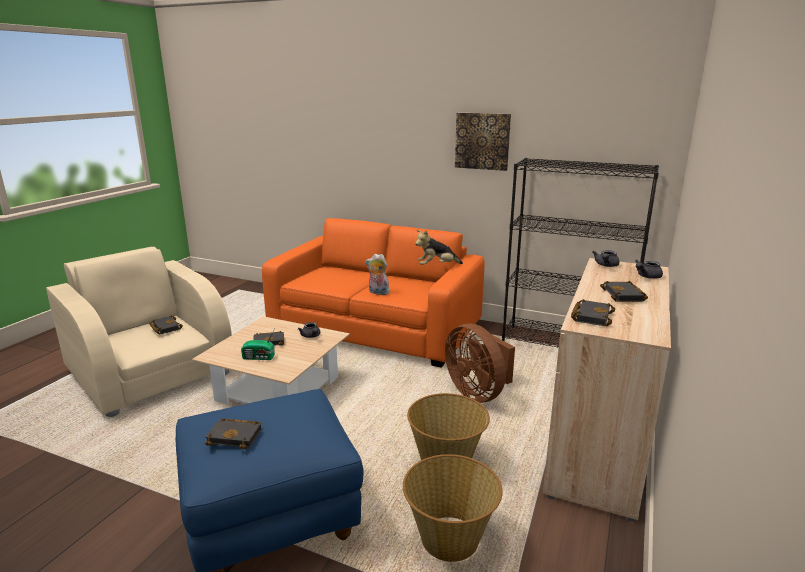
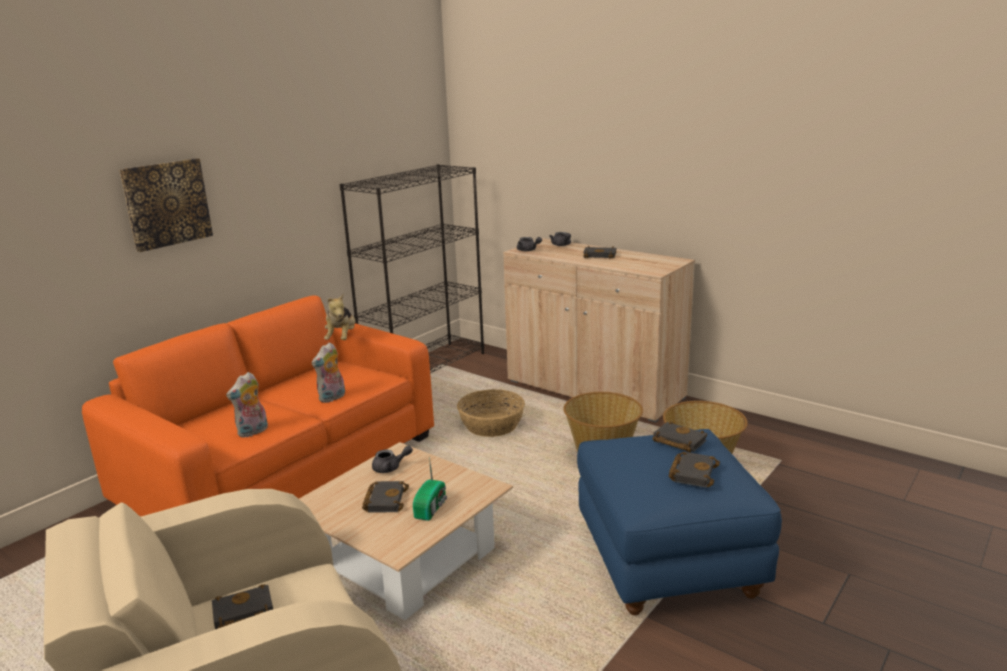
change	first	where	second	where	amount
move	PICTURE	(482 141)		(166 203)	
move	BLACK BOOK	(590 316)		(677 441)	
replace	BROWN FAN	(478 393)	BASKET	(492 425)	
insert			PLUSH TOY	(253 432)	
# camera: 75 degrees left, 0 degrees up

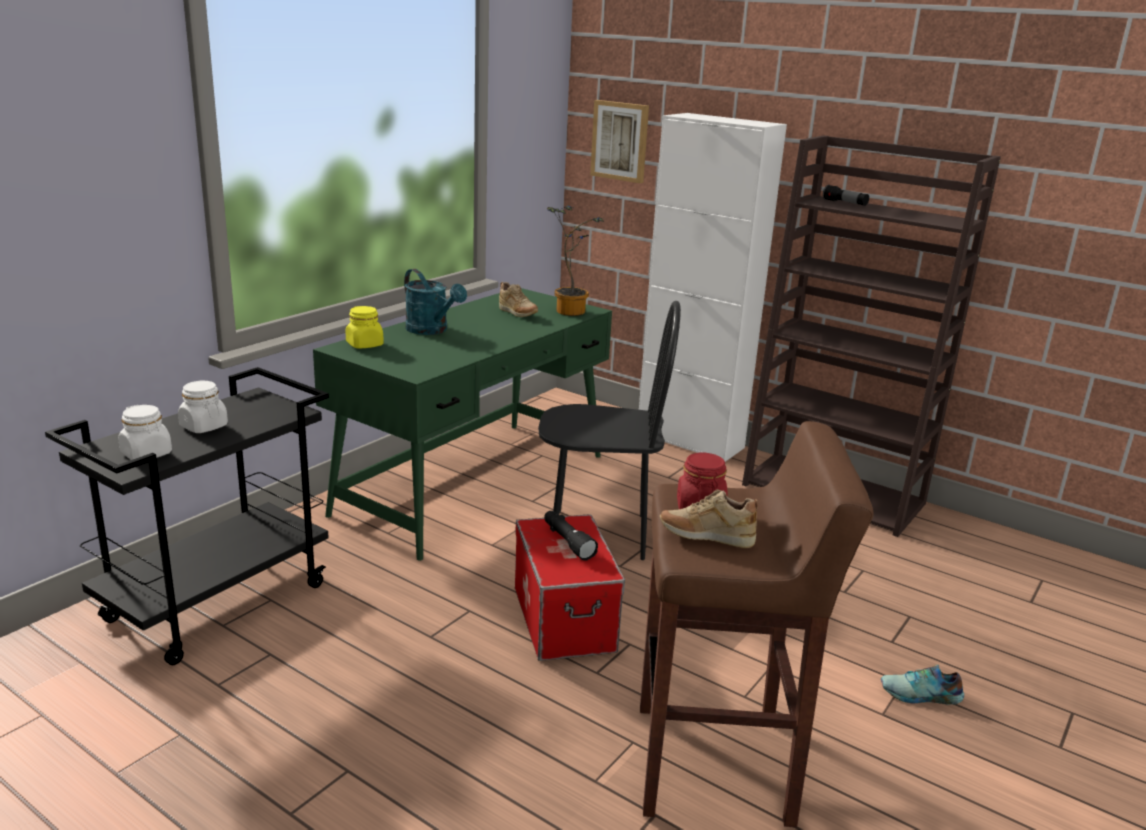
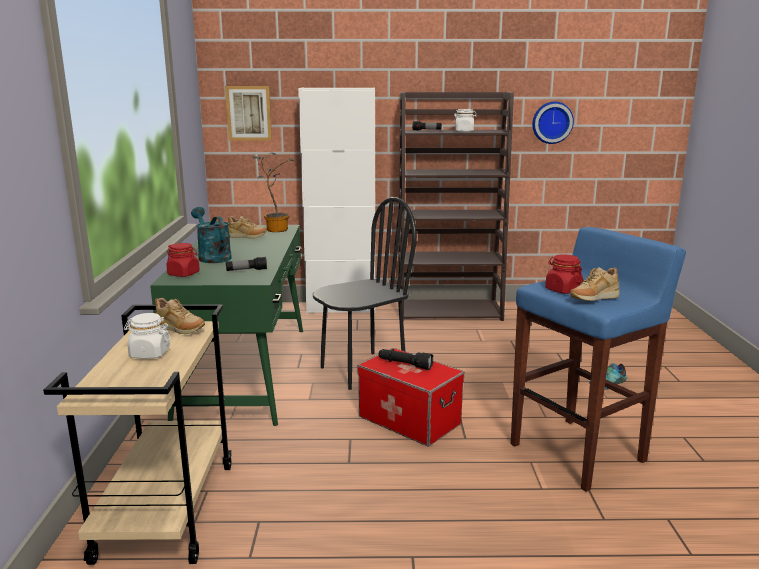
change	first	where	second	where	amount
rotate	TURQUOISE WATERING CAN	(431 330)		(212 257)	135 degrees counterclockwise
recolor	YELLOW JAR	(365 345)	RED JAR	(184 274)	
recolor	BLACK CART	(218 601)	BEIGE CART	(166 509)	
move	WHITE JAR	(147 454)		(464 131)	
recolor	BROWN STOOL	(716 764)	BLUE STOOL	(579 452)	
insert			WALL CLOCK	(551 122)	
insert			FLASHLIGHT	(246 270)	
insert			BEIGE SHOE	(180 330)	
# camera: 35 degrees left, 5 degrees down

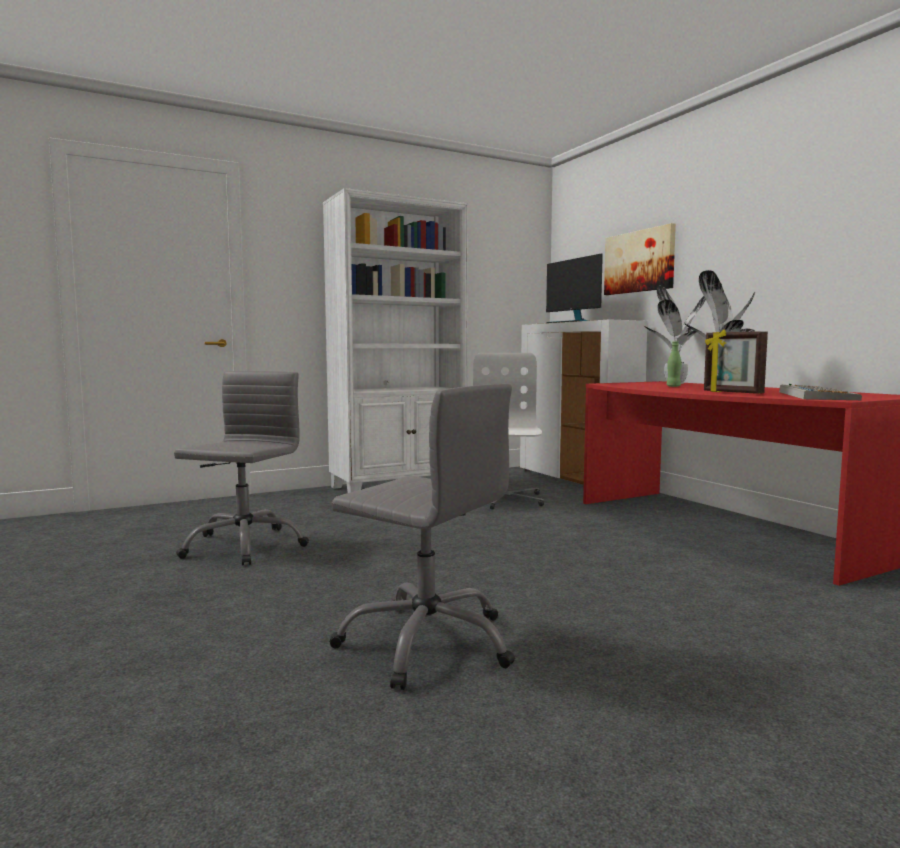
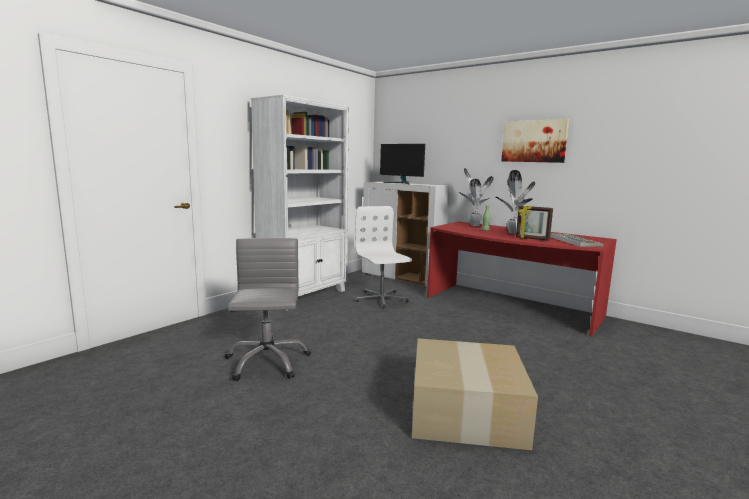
change	first	where	second	where	amount
move	PICTURE	(639 261)		(534 141)	
replace	GREY OFFICE CHAIR	(427 642)	CARDBOARD BOX	(468 412)	
# camera: 25 degrees left, 5 degrees up

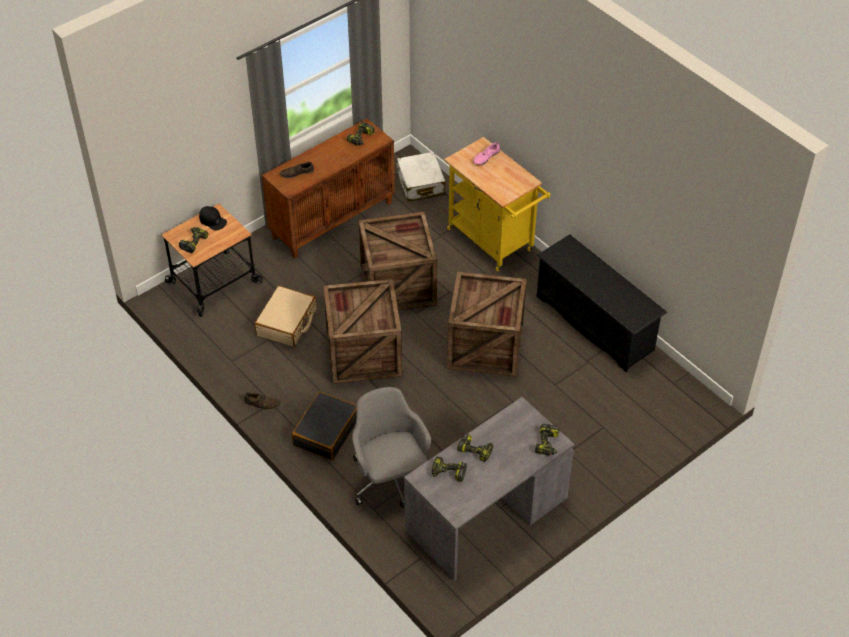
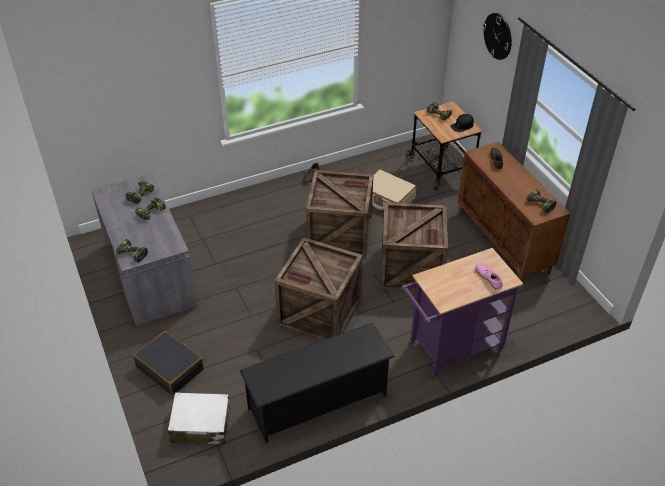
change	first	where	second	where	amount
recolor	YELLOW CART	(494 242)	PURPLE CART	(451 348)	
move	WHITE SUITCASE	(420 184)		(200 424)	
delete	GREY OFFICE CHAIR	(390 479)			
move	BLACK SUITCASE	(325 432)		(170 368)	
insert			WALL CLOCK	(498 36)	
# camera: 105 degrees right, 5 degrees down

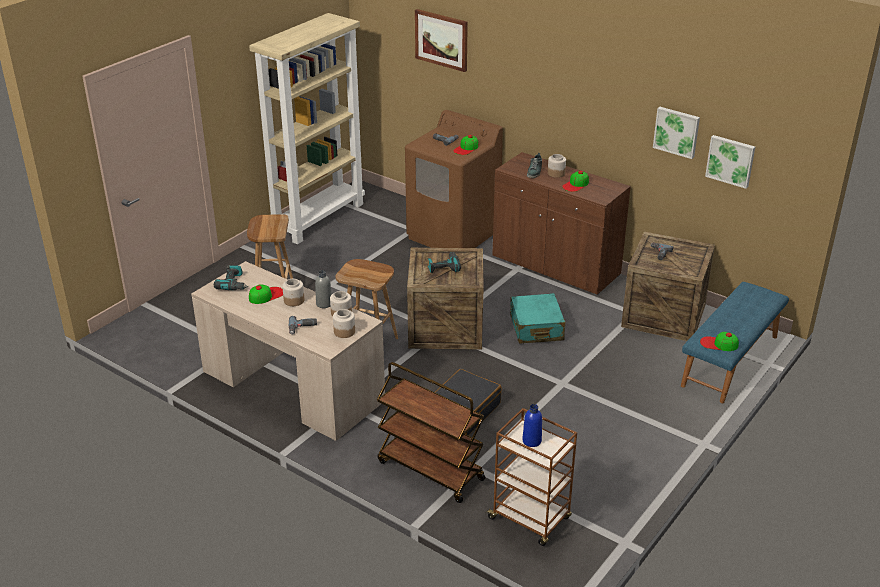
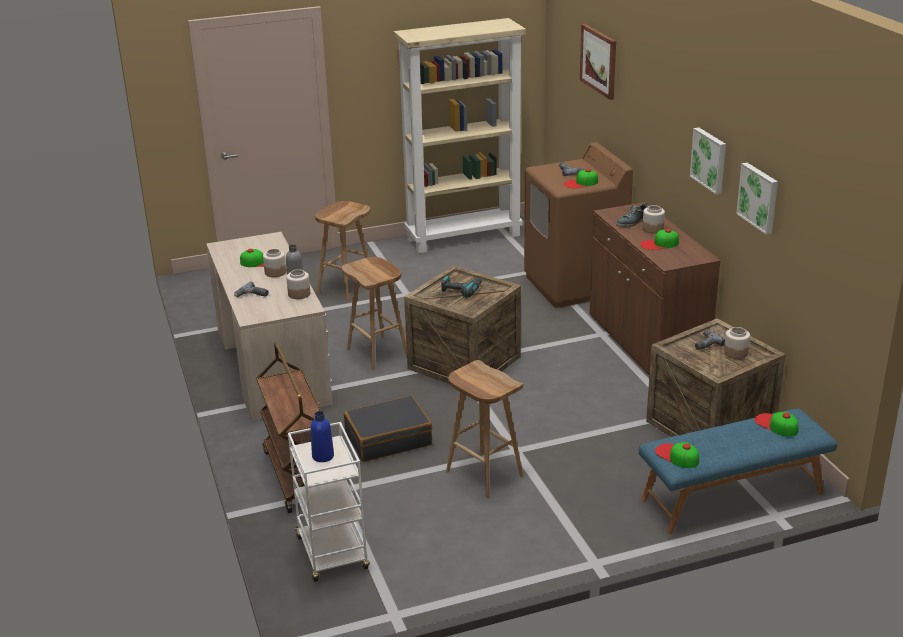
change	first	where	second	where	amount
move	PICTURE	(730 160)		(710 160)	
delete	POWER DRILL	(234 284)			
delete	TURQUOISE SUITCASE	(536 328)			
move	JAR	(344 332)		(735 353)	
recolor	BROWN CART	(530 519)	WHITE CART	(332 554)	
insert			BROWN STOOL	(483 474)	
insert			CAP	(776 425)	
# camera: 35 degrees right, 5 degrees down

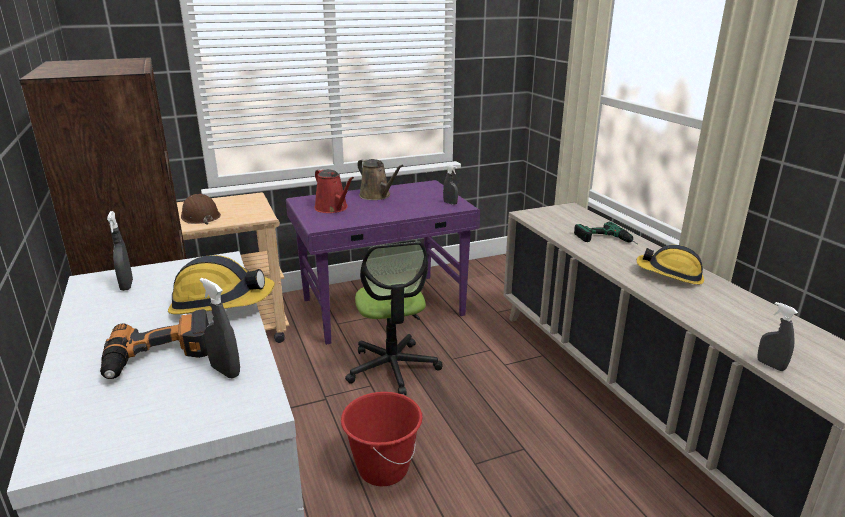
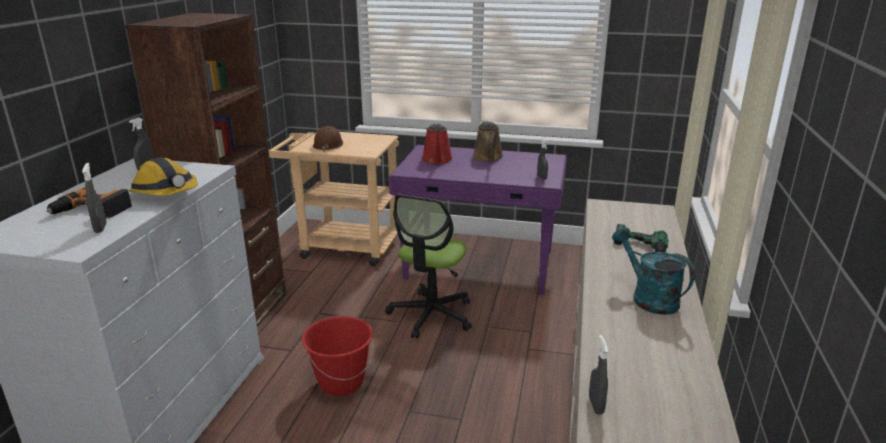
change	first	where	second	where	amount
replace	HARD HAT	(670 275)	TURQUOISE WATERING CAN	(648 298)	
# camera: 35 degrees right, 0 degrees up

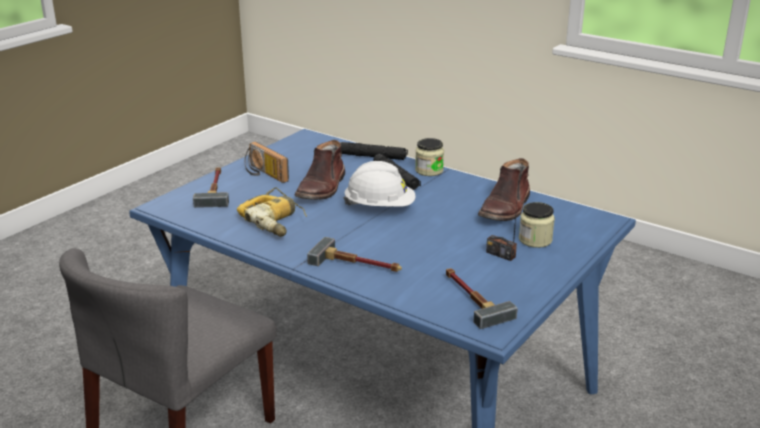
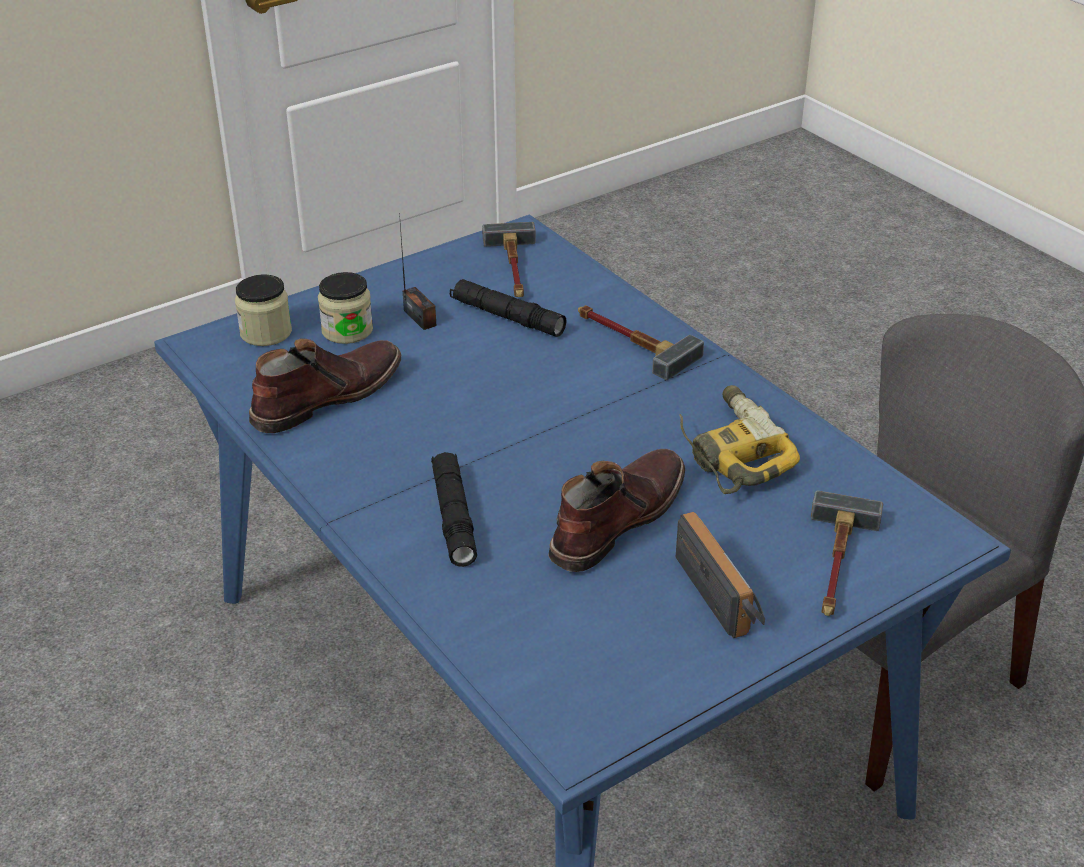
change	first	where	second	where	amount
move	JAR	(429 170)		(266 333)	
move	BLACK FLASHLIGHT	(373 157)		(507 317)	
delete	WHITE HARD HAT	(380 207)			
# camera: 160 degrees left, 10 degrees up

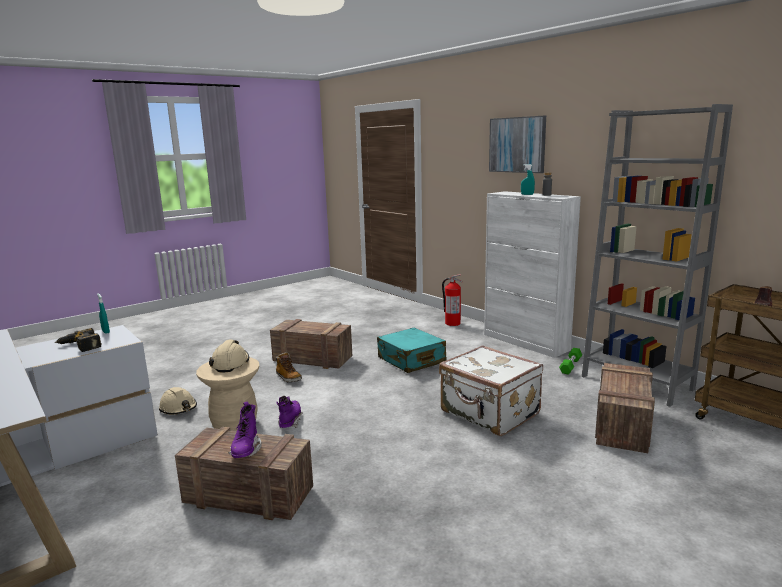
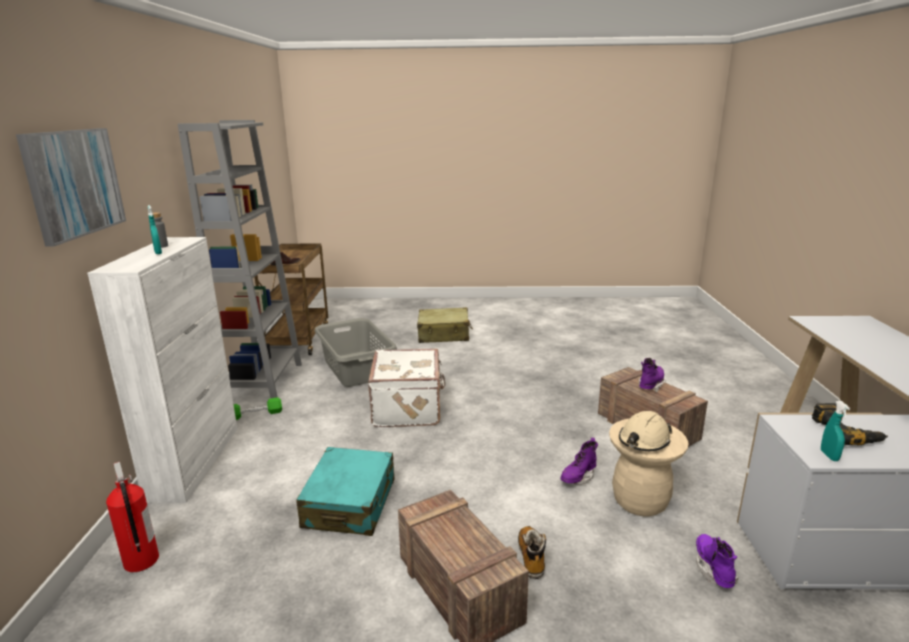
change	first	where	second	where	amount
replace	CRATE	(622 426)	GREY LAUNDRY BASKET	(356 368)	
replace	BEIGE HARD HAT	(178 408)	PURPLE BOOT	(713 569)	
insert			BEIGE SUITCASE	(444 334)	
# camera: 140 degrees left, 5 degrees up

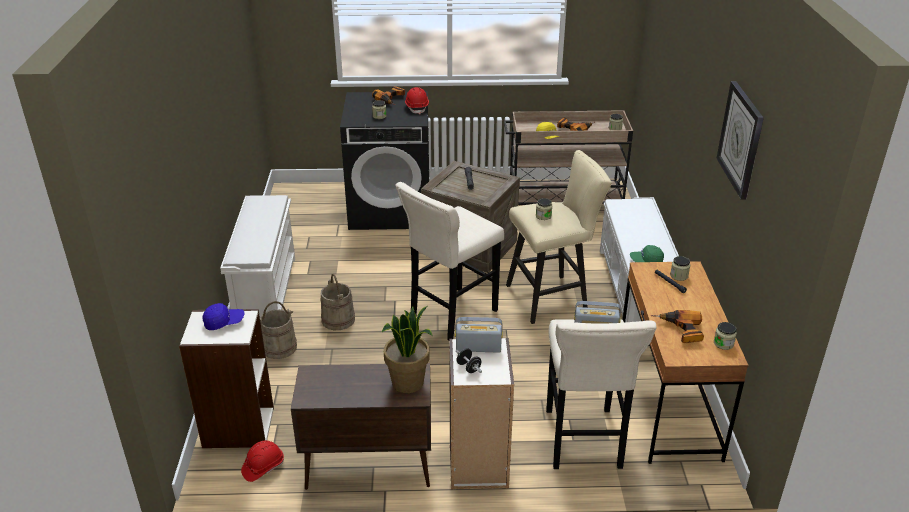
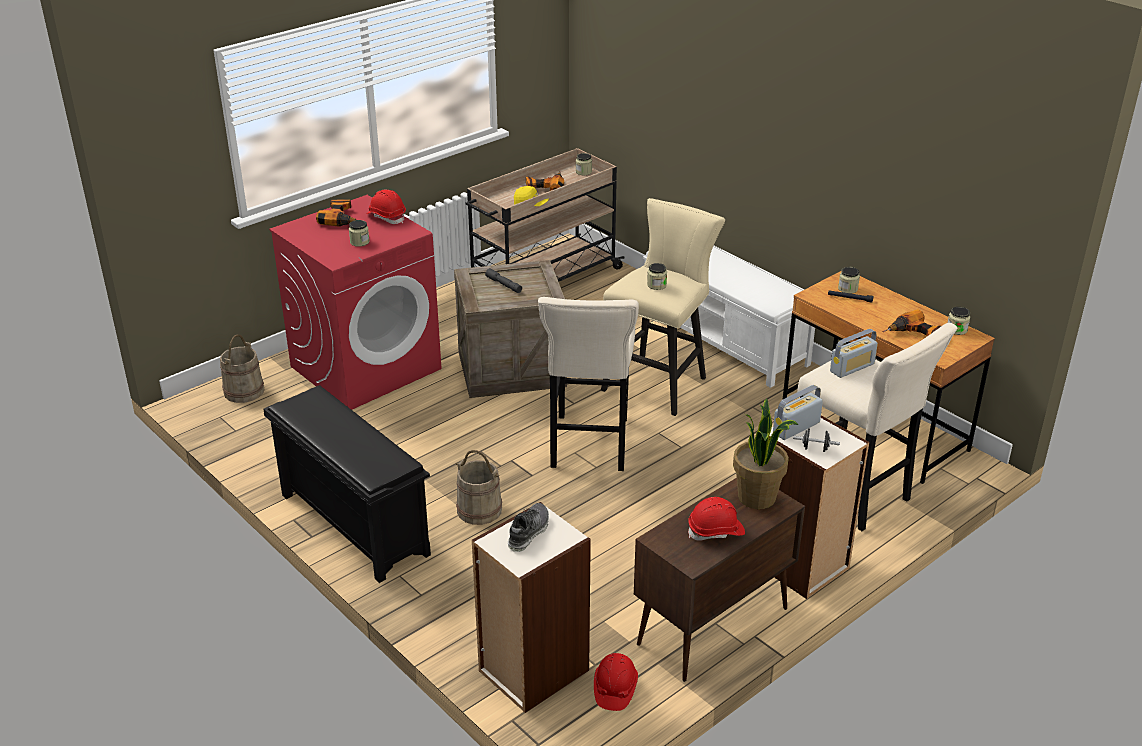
change	first	where	second	where	amount
delete	WALL CLOCK	(741 139)			
recolor	BLACK WASHING MACHINE	(391 209)	RED WASHING MACHINE	(366 367)	
recolor	WHITE SHOE RACK	(266 292)	BLACK SHOE RACK	(352 524)	
delete	GREEN CAP	(646 261)			
move	BEIGE BUCKET	(279 347)		(243 391)	
replace	BLUE CAP	(224 322)	SHOE	(528 532)	
insert			RED HARD HAT	(716 531)	
# camera: 40 degrees left, 0 degrees up

